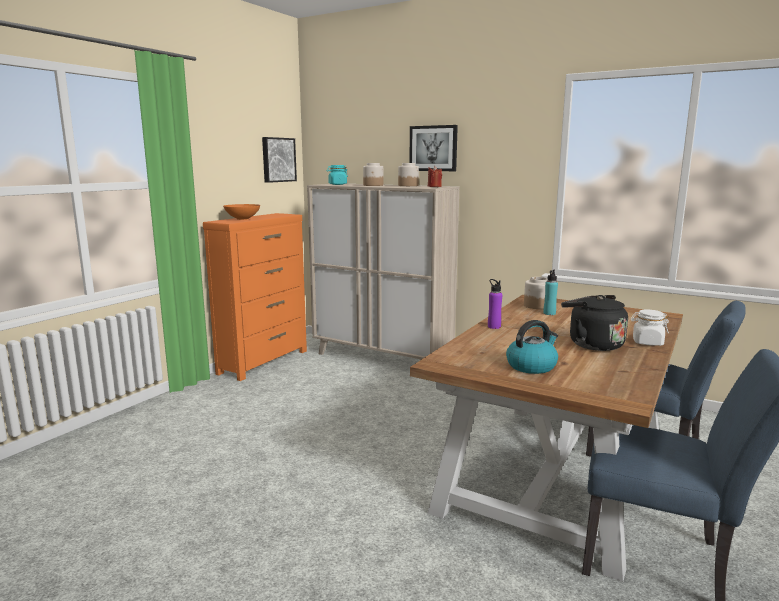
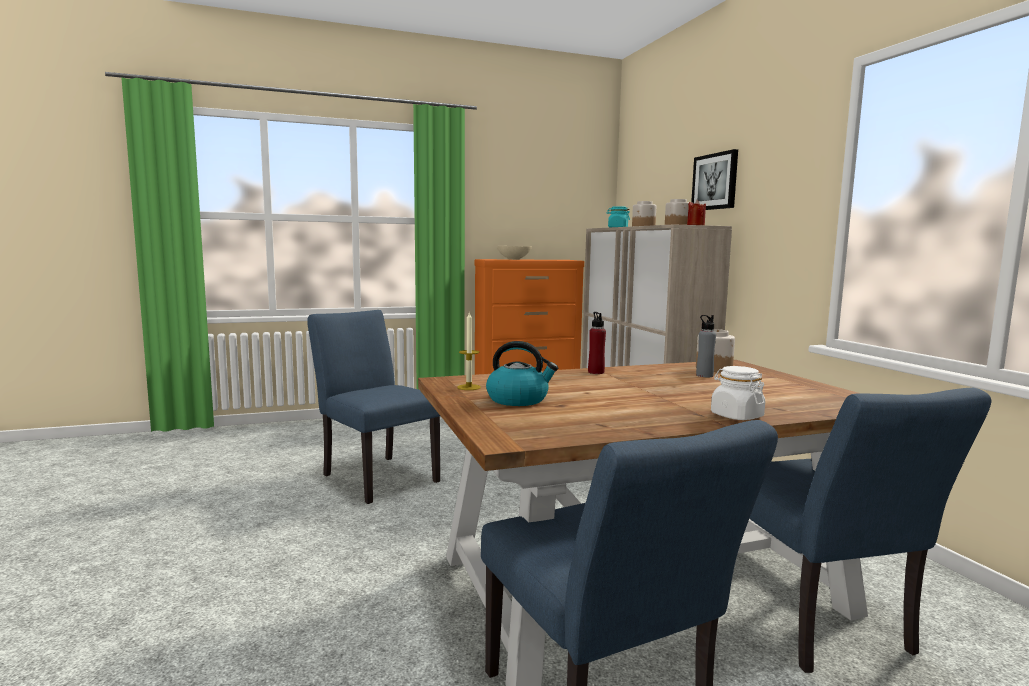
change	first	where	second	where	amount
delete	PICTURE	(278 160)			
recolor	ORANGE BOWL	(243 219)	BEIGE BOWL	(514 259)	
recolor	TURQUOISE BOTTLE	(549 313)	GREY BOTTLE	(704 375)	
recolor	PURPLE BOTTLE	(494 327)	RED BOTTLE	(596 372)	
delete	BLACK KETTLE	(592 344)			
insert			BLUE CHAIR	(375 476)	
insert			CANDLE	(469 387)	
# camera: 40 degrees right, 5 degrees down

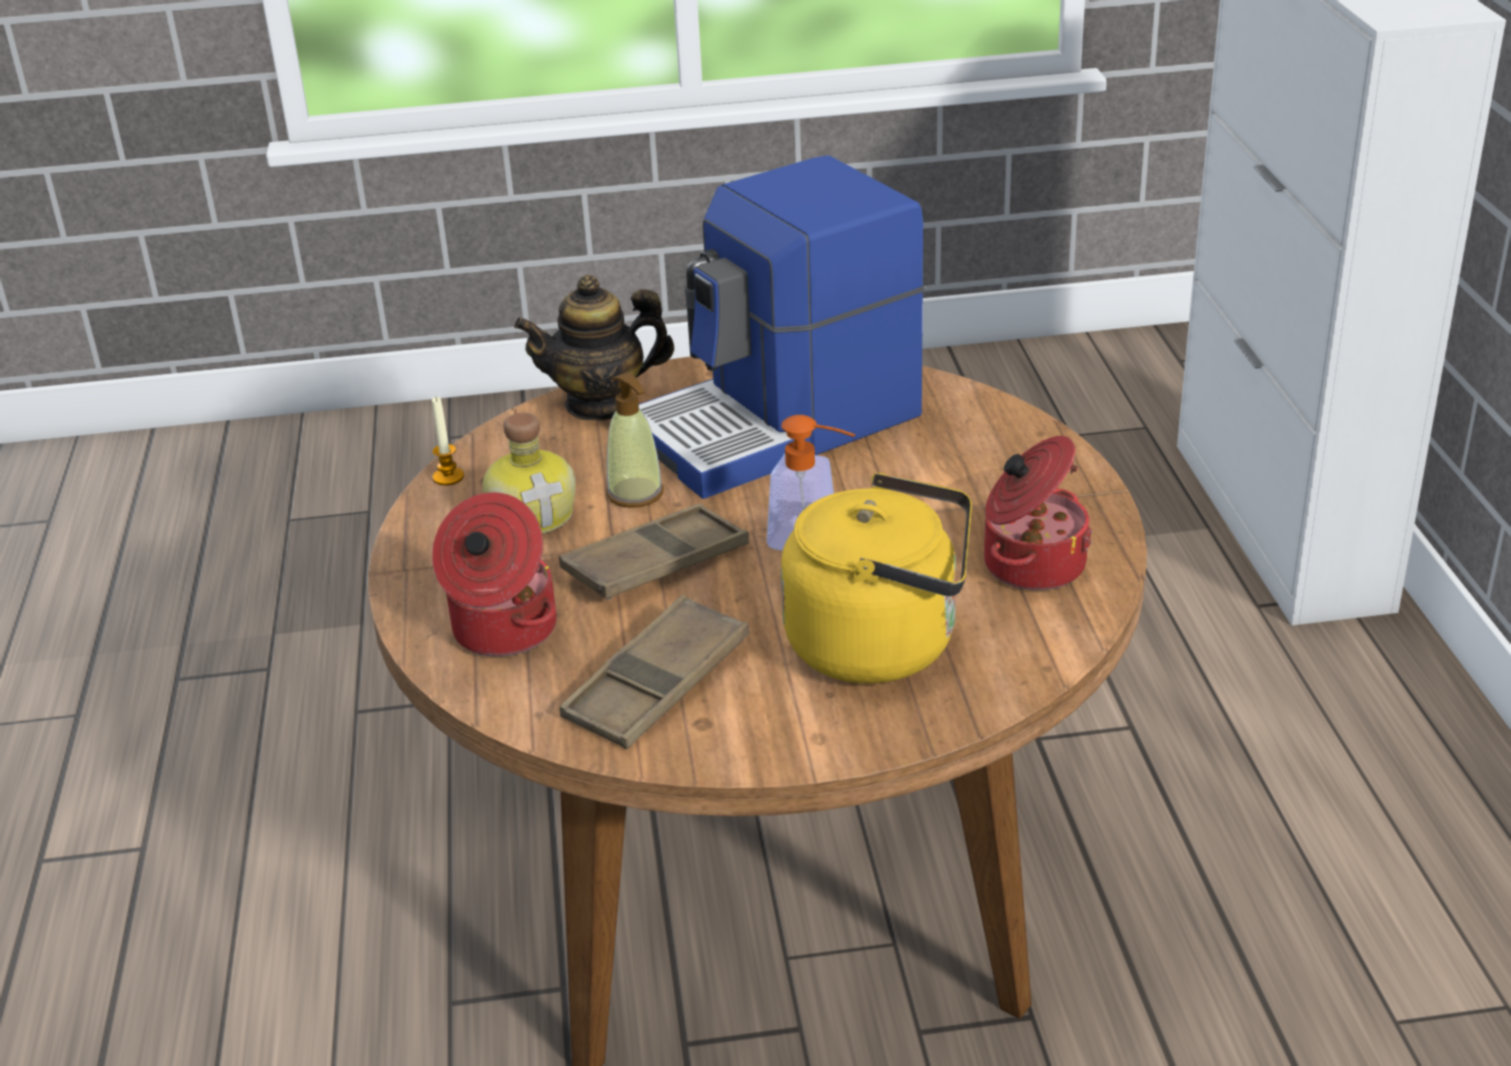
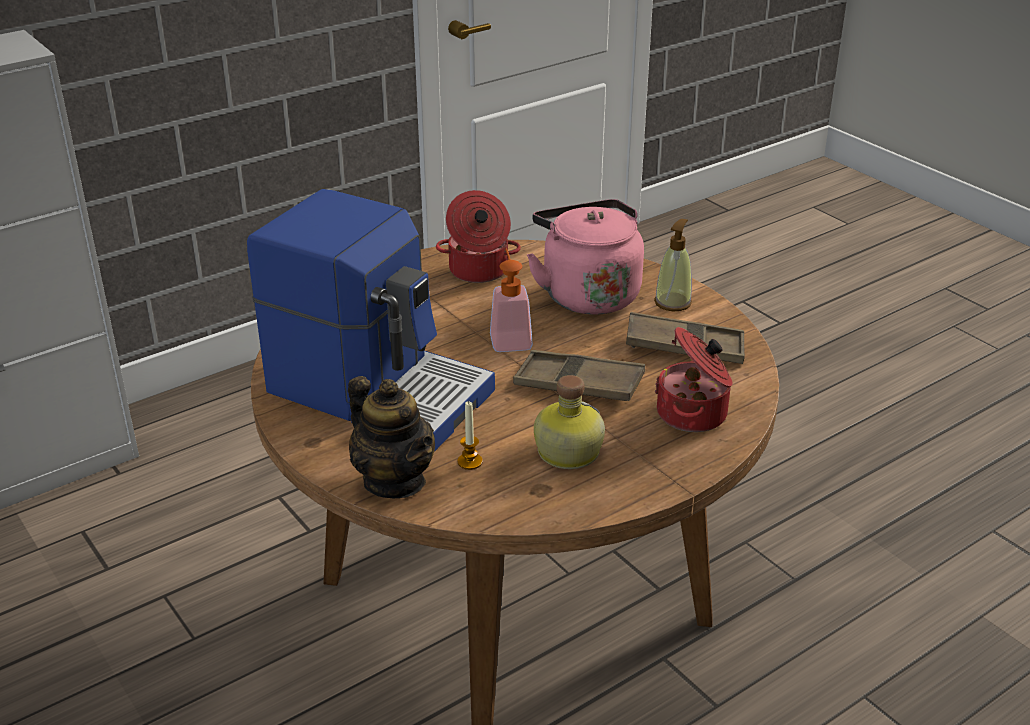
change	first	where	second	where	amount
move	SOAP DISPENSER	(635 494)		(673 302)	
move	CANDLE	(448 477)		(470 462)	
recolor	YELLOW KETTLE	(882 644)	PINK KETTLE	(587 294)	
# camera: 120 degrees left, 0 degrees up

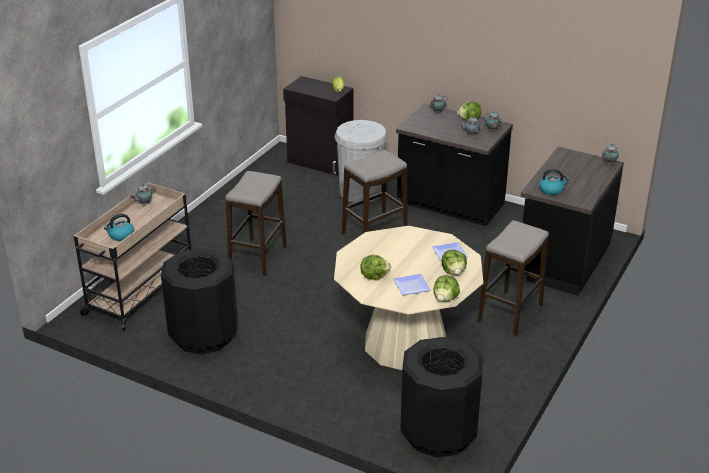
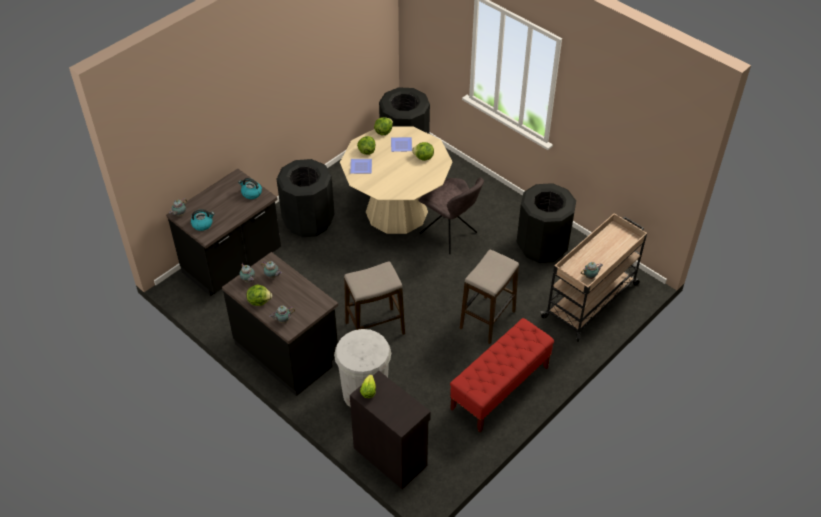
change	first	where	second	where	amount
move	KETTLE	(121 236)		(202 224)	
replace	STOOL	(510 313)	BLACK TRASH CAN	(308 222)	
insert			GREY CHAIR	(449 234)	
insert			RED BENCH	(499 388)	
# camera: 165 degrees left, 15 degrees up

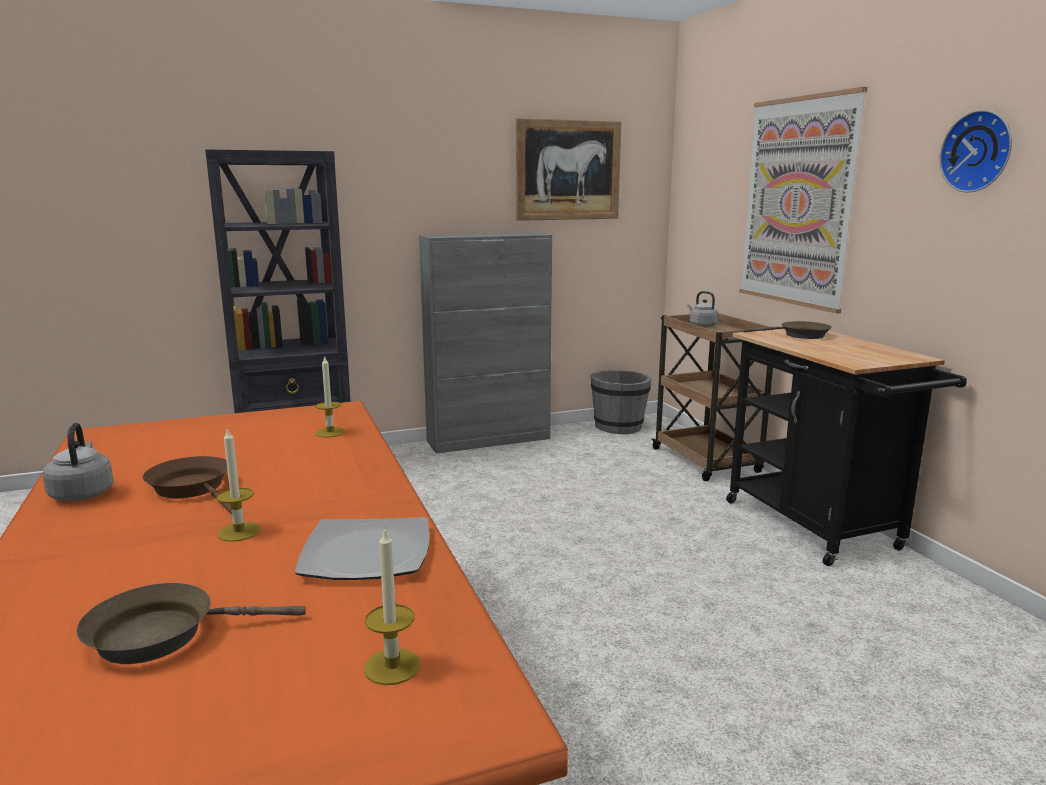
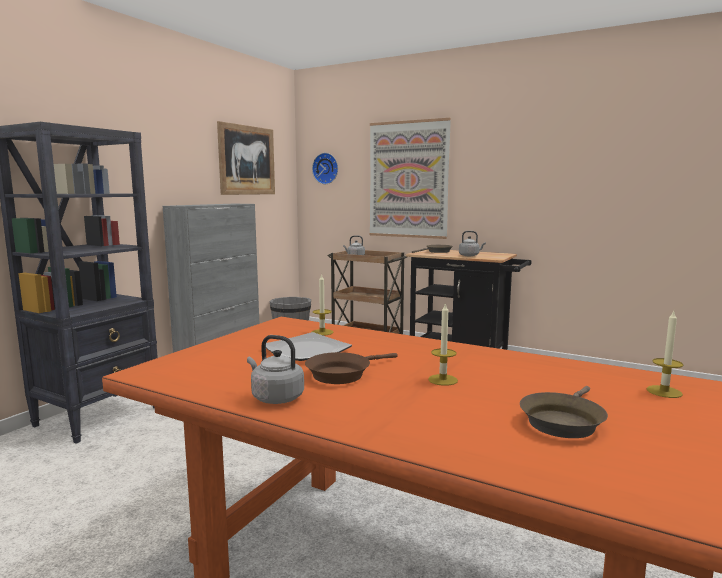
change	first	where	second	where	amount
move	WALL CLOCK	(979 151)		(326 168)	
rotate	BROWN FRYING PAN	(193 488)		(342 374)	45 degrees counterclockwise
move	PLATE	(365 552)		(306 350)	
insert			GREY KETTLE	(470 255)	
# camera: 40 degrees left, 5 degrees down

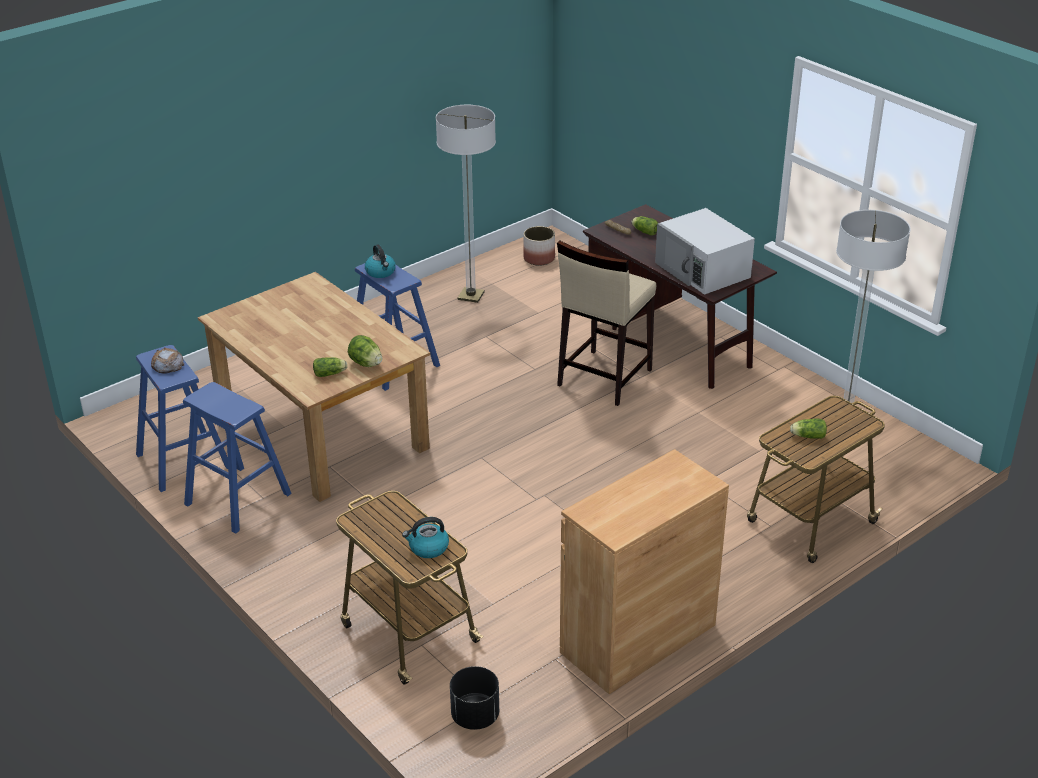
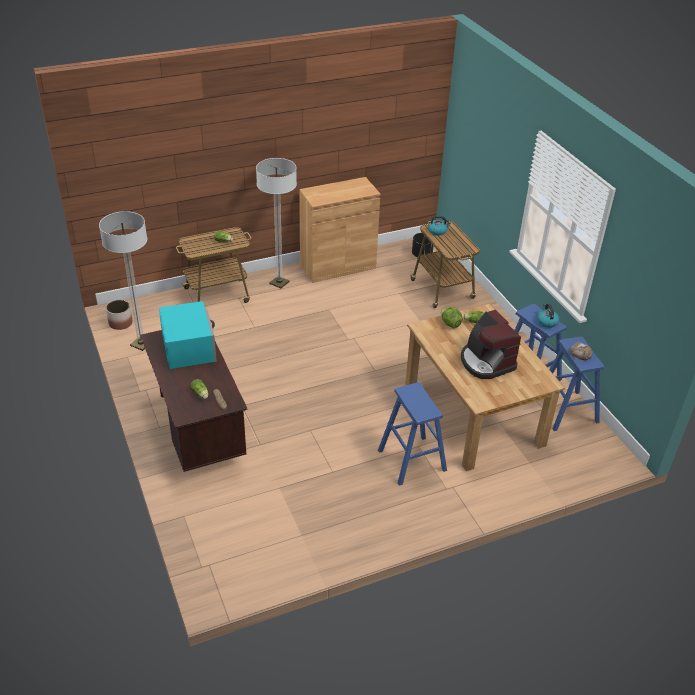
change	first	where	second	where	amount
move	FLOOR LAMP	(471 296)		(279 283)	
recolor	WHITE MICROWAVE	(703 270)	TURQUOISE MICROWAVE	(188 346)	
move	PLANTER	(539 258)		(120 323)	
delete	BEIGE STOOL	(603 378)			
move	KETTLE	(381 272)		(546 322)	
insert			COFFEE MACHINE	(486 362)	
# camera: 165 degrees left, 5 degrees up

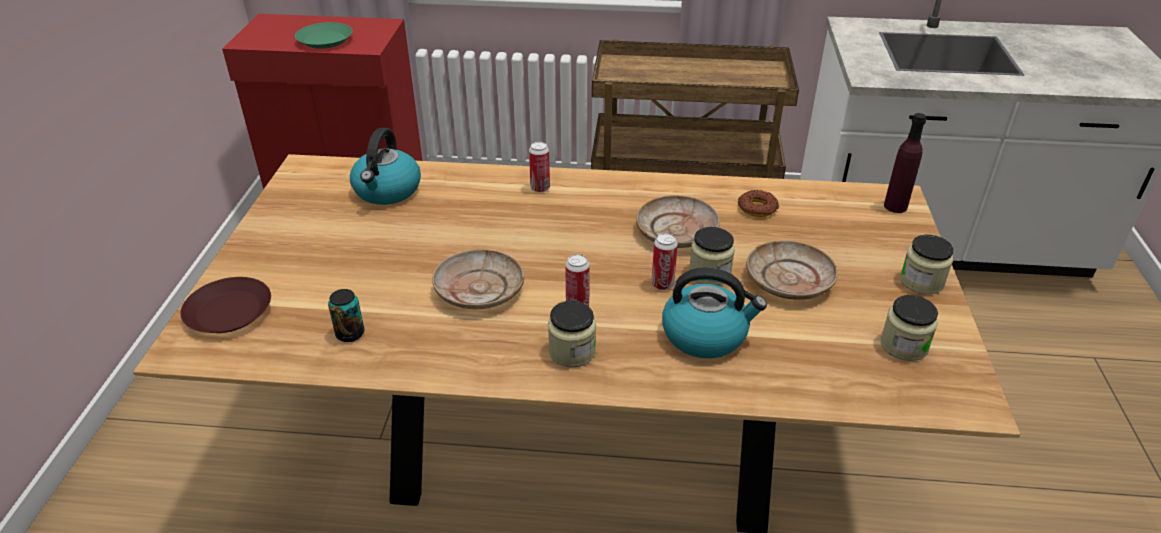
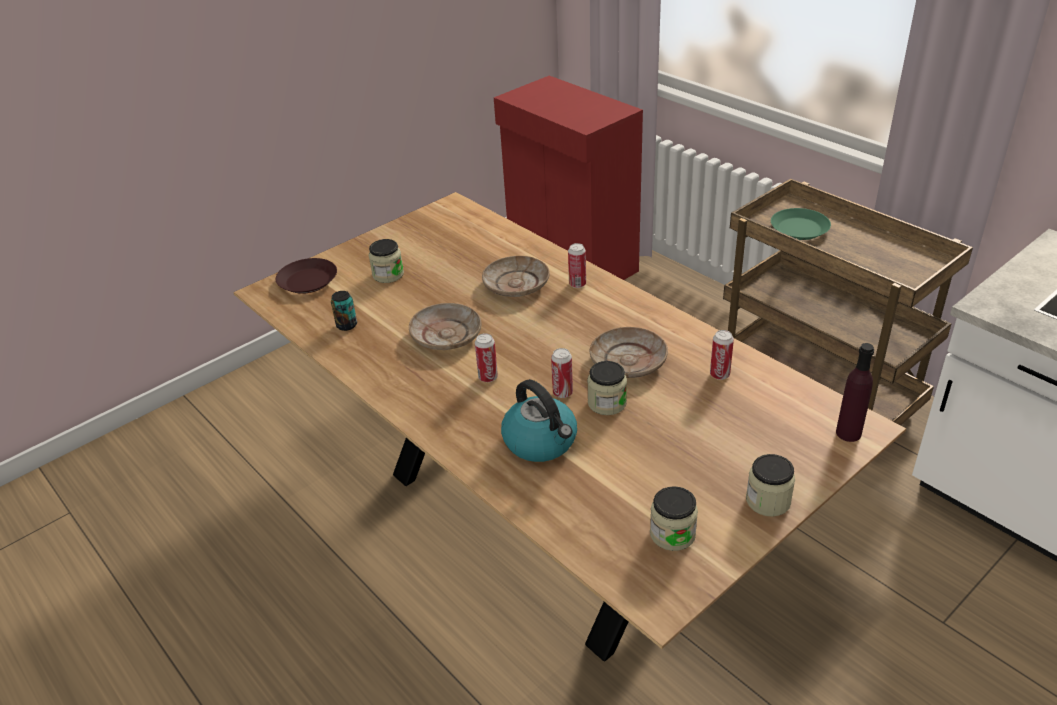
change	first	where	second	where	amount
move	GREEN PLATE	(325 40)		(800 229)	
delete	KETTLE	(387 191)			
replace	DONUT	(757 208)	CAN	(719 375)	
move	BEIGE PLATE	(789 280)		(516 285)	
move	JAR	(572 352)		(388 275)	
# camera: 45 degrees right, 0 degrees up

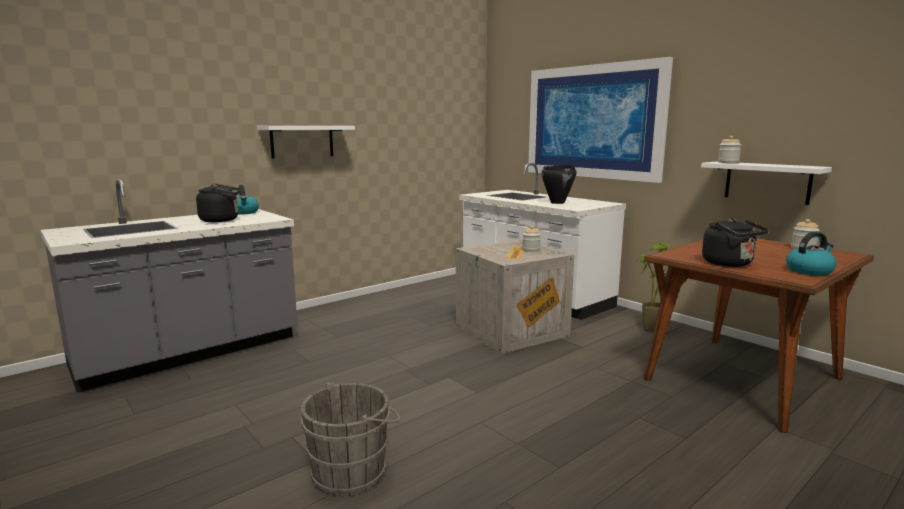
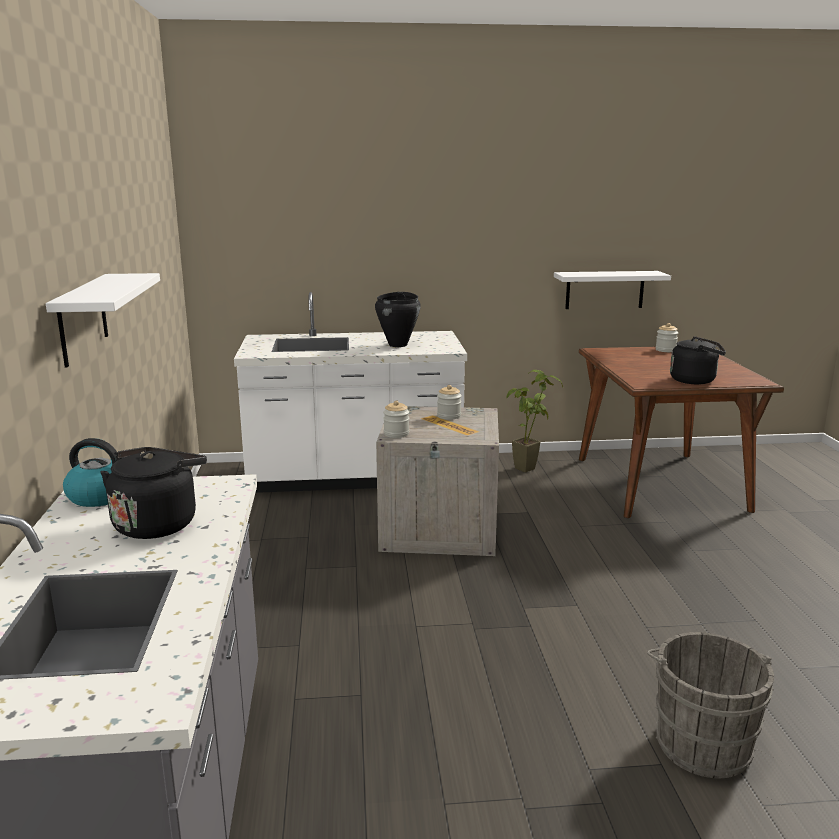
change	first	where	second	where	amount
delete	PICTURE	(593 122)			
move	JAR	(728 162)		(396 434)	
delete	KETTLE	(809 271)			
# camera: 55 degrees left, 5 degrees up

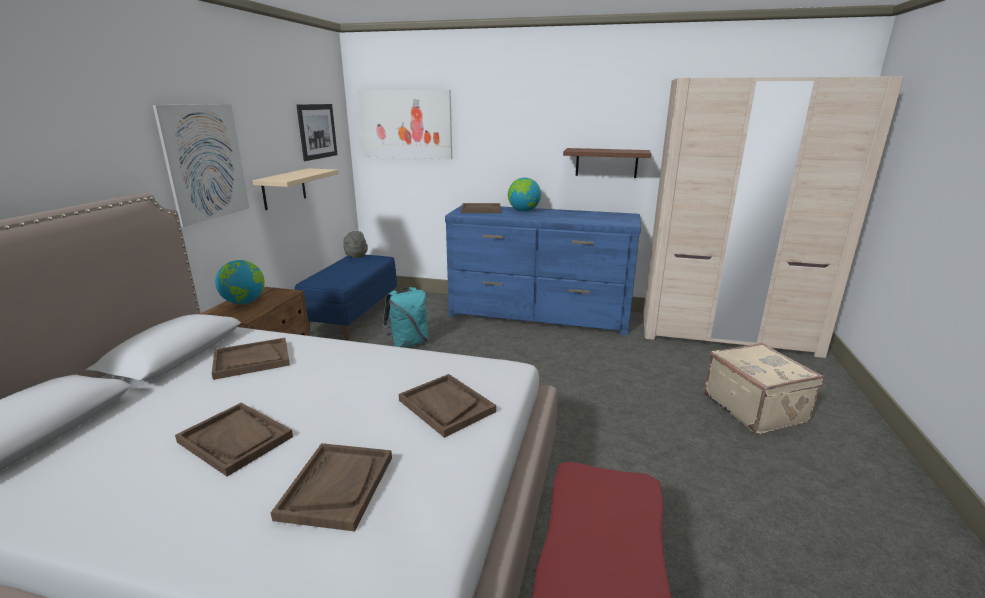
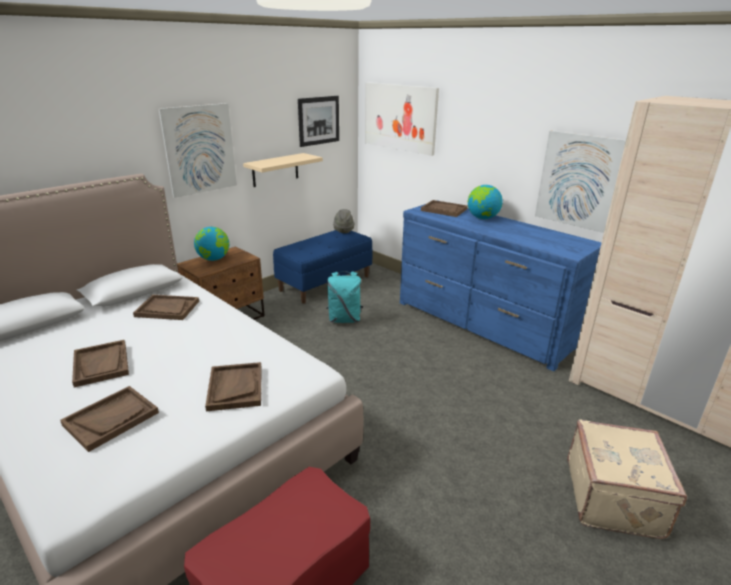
change	first	where	second	where	amount
replace	BROWN SHELF	(606 163)	PICTURE	(578 181)	
# camera: 30 degrees right, 5 degrees up

